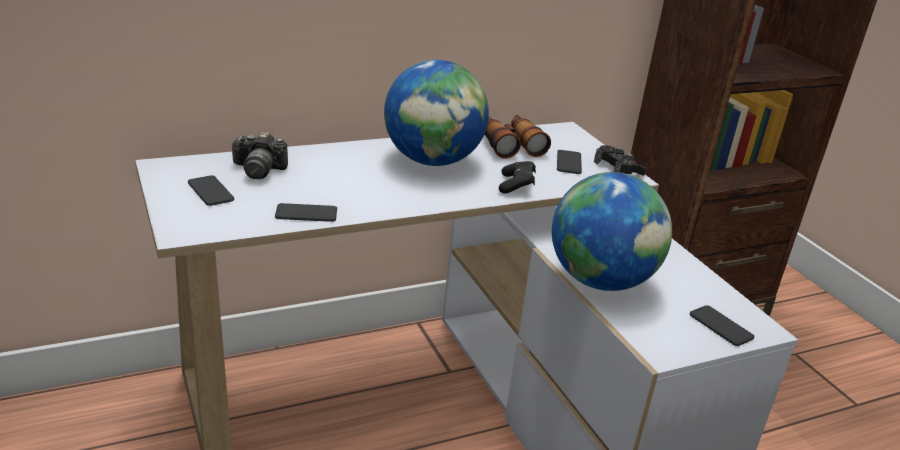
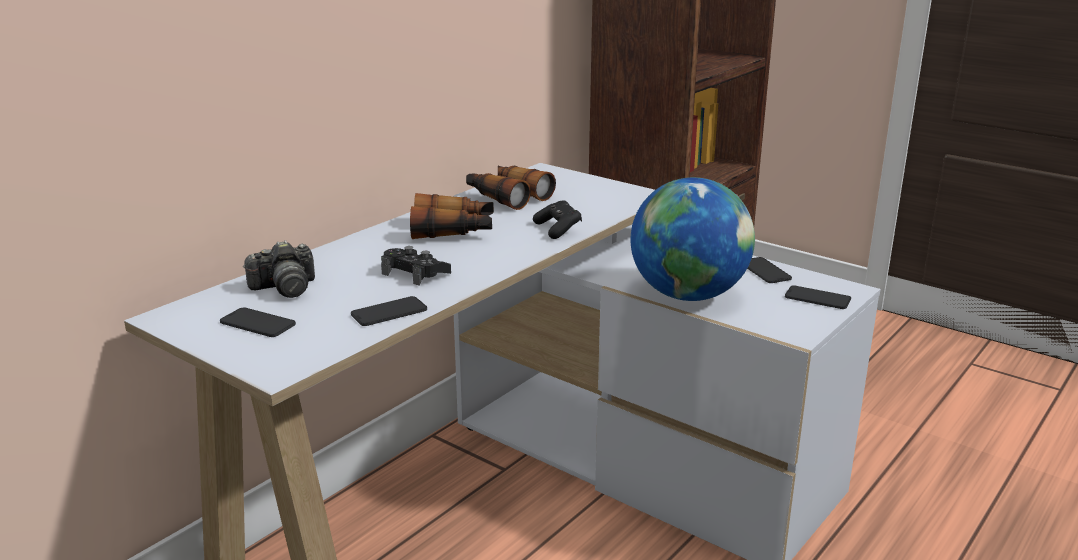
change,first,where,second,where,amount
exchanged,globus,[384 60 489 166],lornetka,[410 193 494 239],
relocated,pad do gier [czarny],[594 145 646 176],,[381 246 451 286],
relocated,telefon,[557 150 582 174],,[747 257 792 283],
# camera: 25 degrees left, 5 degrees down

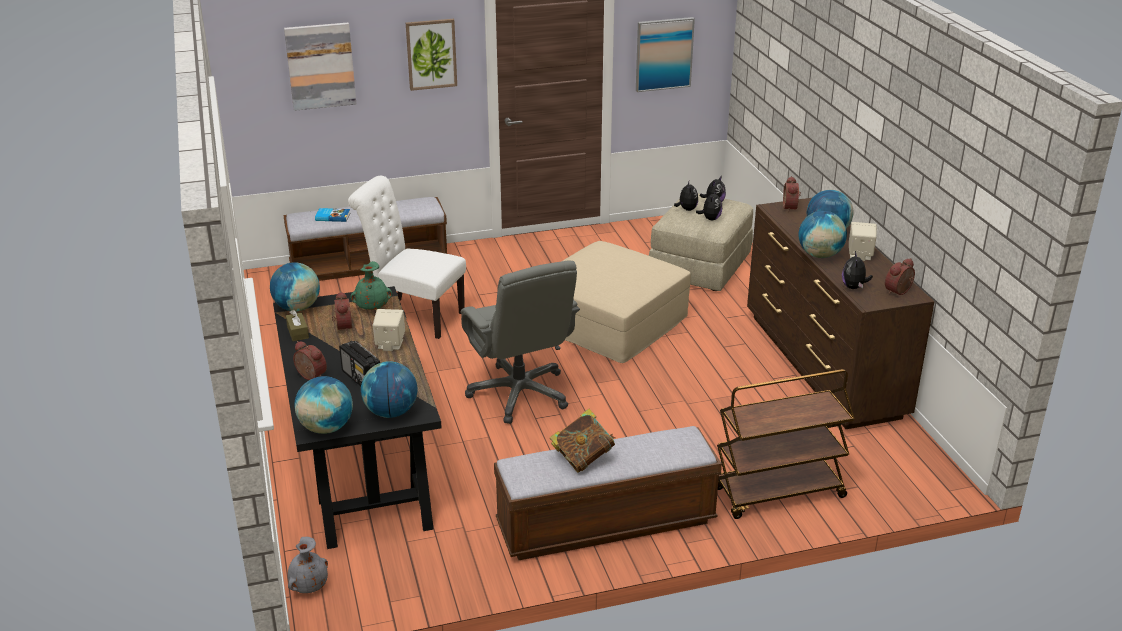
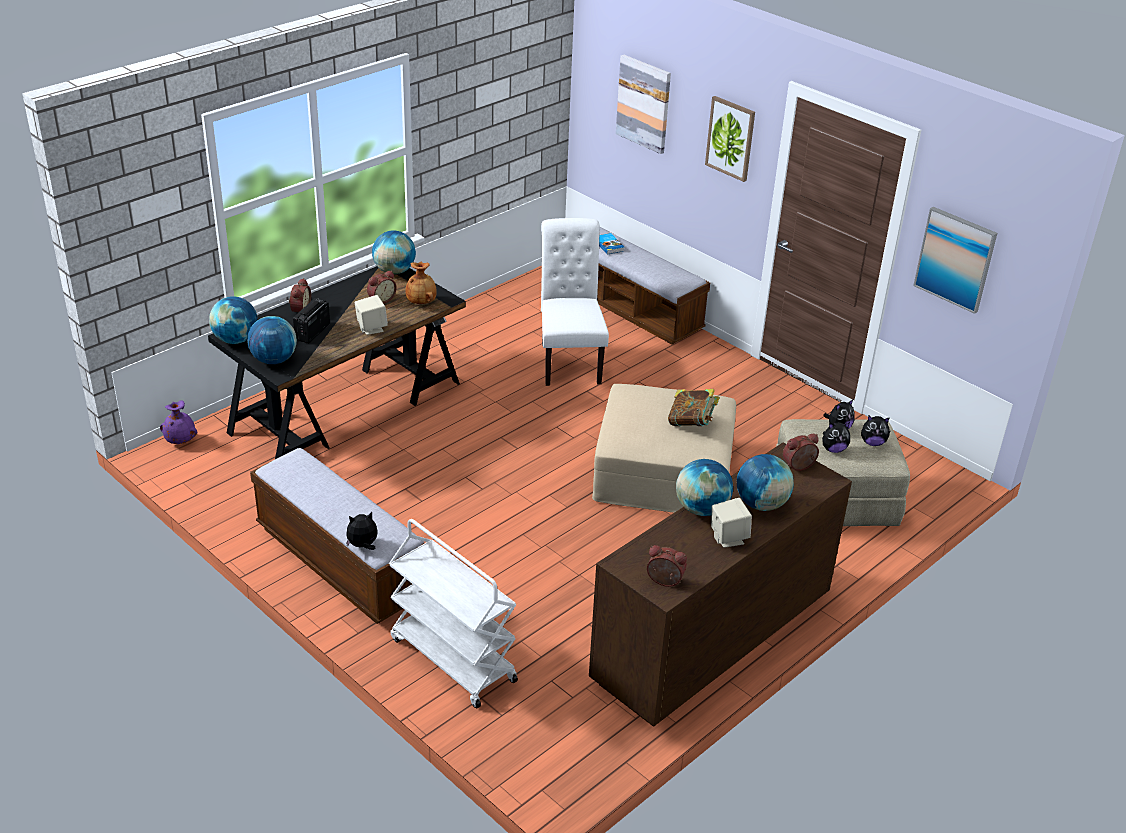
change,first,where,second,where,amount
relocated,pluszak,[842 251 873 289],,[346 512 377 550],
missing,krzesło biurowe [szary],[461 260 580 424],,,
colour,wazon [zielony],[350 261 392 310],wazon [brązowy],[406 262 437 304],
missing,pudełko chusteczek [brązowy],[286 310 309 341],,,
colour,wózek [brązowy],[717 369 855 519],wózek [biały],[389 519 518 709],
relocated,książka,[550 409 616 473],,[668 389 720 426],
colour,wazon [szary],[288 537 328 593],wazon [fioletowy],[160 400 197 444],
# camera: 60 degrees right, 5 degrees up

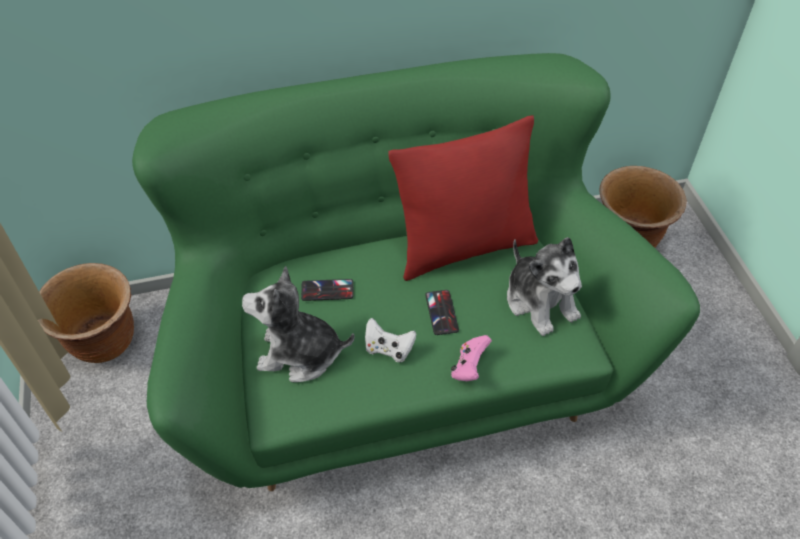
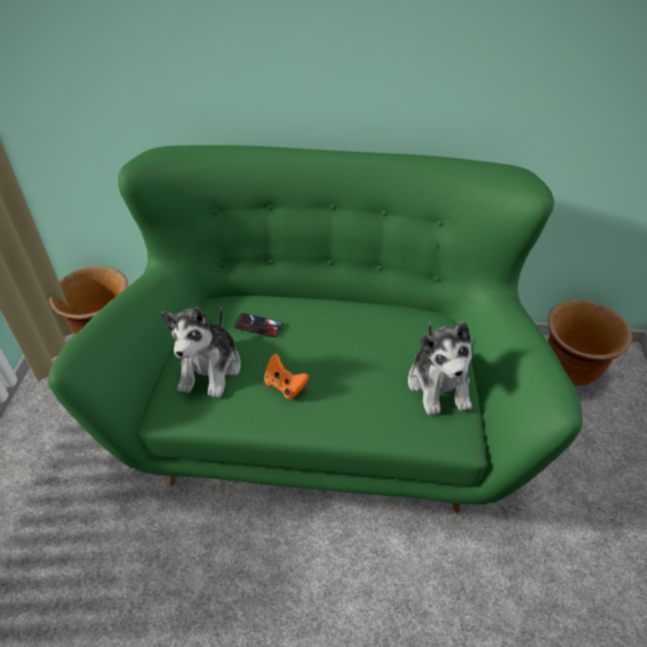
change,first,where,second,where,amount
missing,poduszka [czerwony],[388 115 538 281],,,
spun,pluszak,[242 266 355 382],,[161 307 241 398],105 degrees counterclockwise
missing,telefon,[425 290 459 335],,,
colour,pad do gier [biały],[365 318 416 362],pad do gier [pomarańczowy],[264 353 309 399],
missing,pad do gier [różowy],[451 335 492 381],,,
# camera: 20 degrees right, 5 degrees down

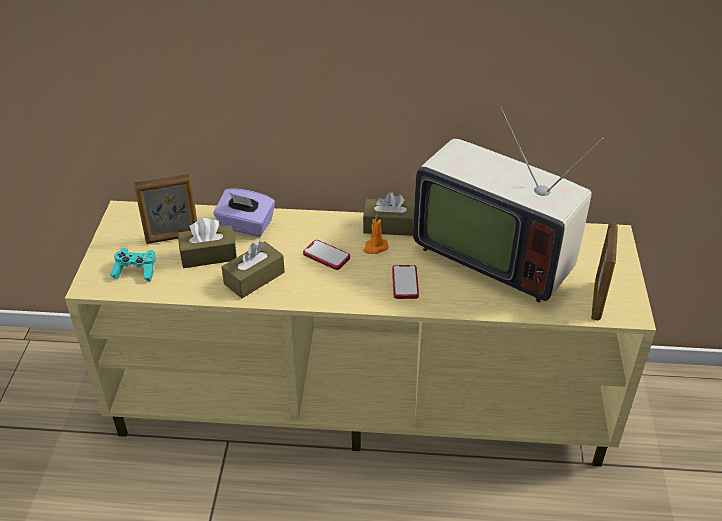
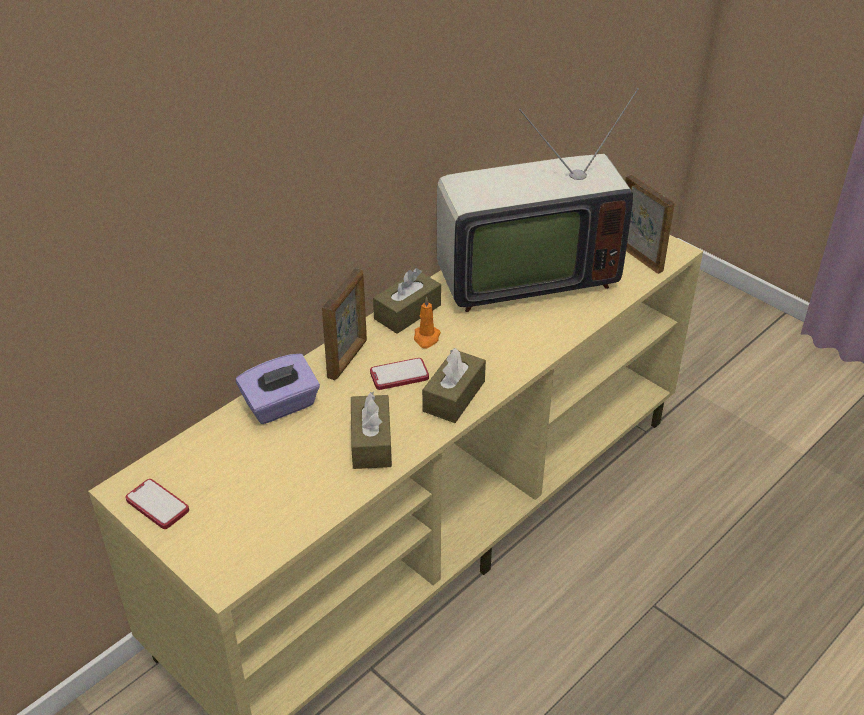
change,first,where,second,where,amount
relocated,ramka na zdjęcie,[134 174 197 244],,[322 268 367 380],
relocated,pudełko chusteczek [brązowy],[178 218 237 268],,[422 348 486 423],
missing,pad do gier [turkusowy],[110 249 156 281],,,
relocated,telefon,[392 265 419 299],,[125 479 189 529],
# camera: 50 degrees left, 0 degrees up

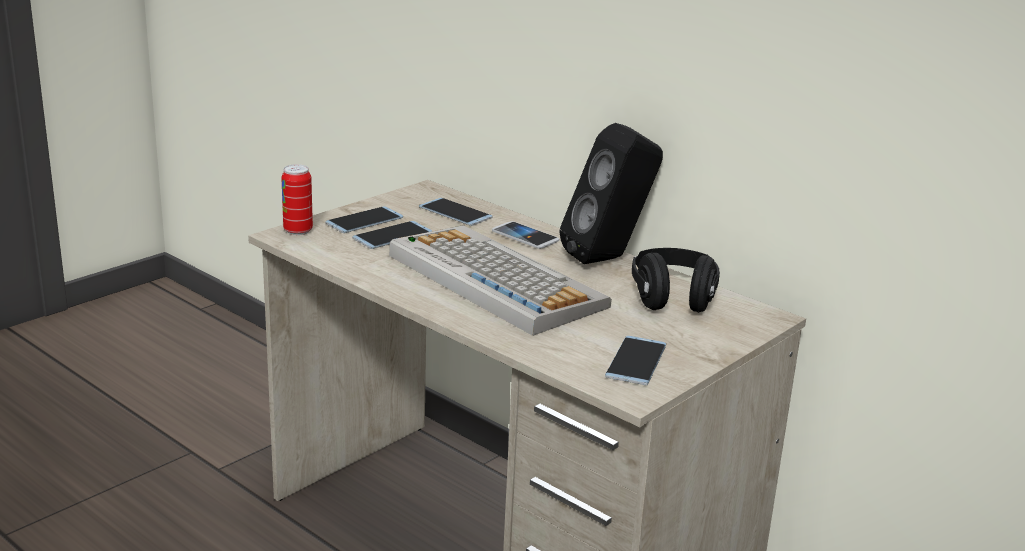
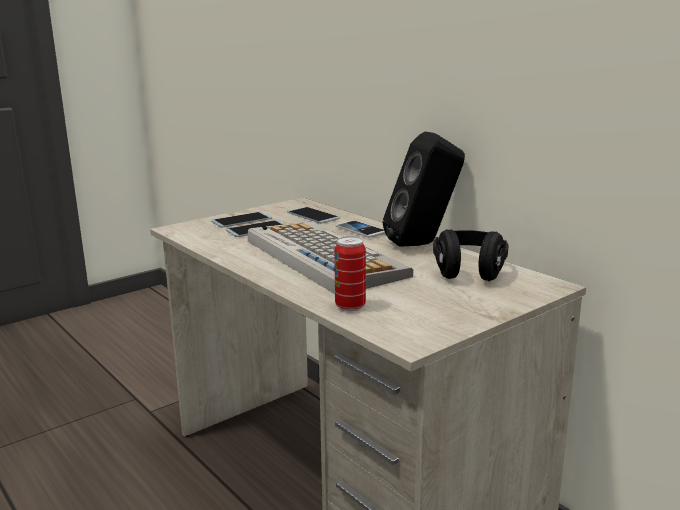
change,first,where,second,where,amount
relocated,puszka,[281 164 313 235],,[334 236 366 311],
missing,telefon,[605 336 666 386],,,
# camera: 10 degrees right, 5 degrees down

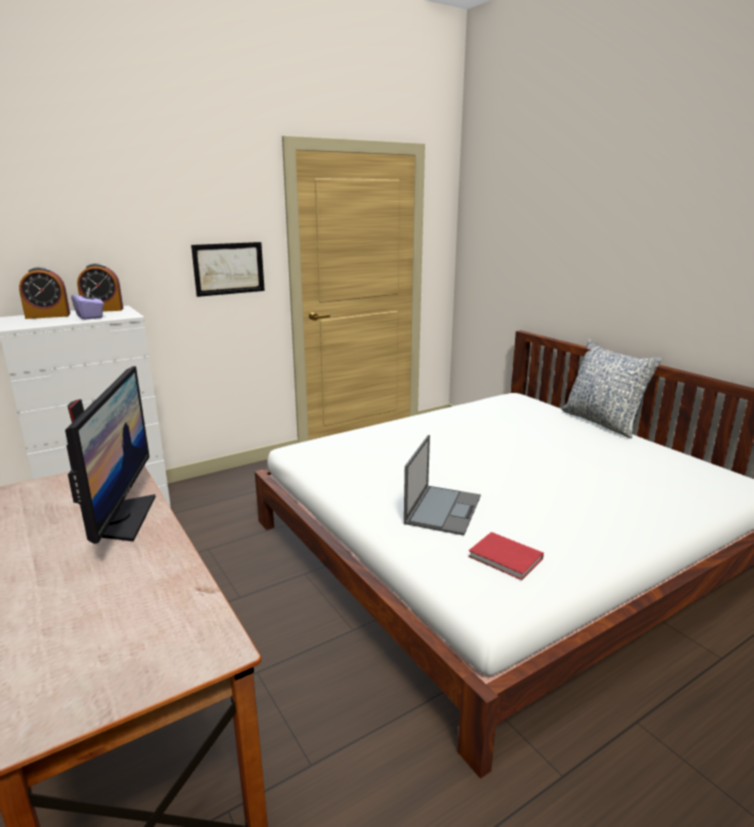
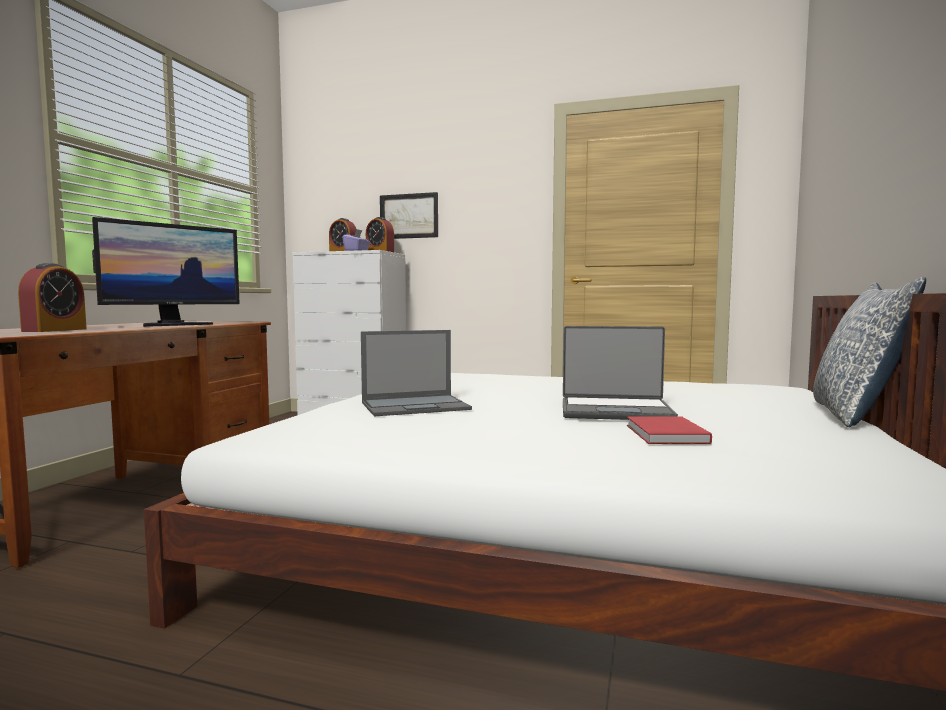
change,first,where,second,where,amount
relocated,obraz,[191 242 265 297],,[380 192 438 239],
relocated,książka [czerwony],[468 532 544 580],,[627 416 712 444],
appeared,,,budzik,[18 263 87 332],
appeared,,,laptop,[563 326 678 420],
# camera: 50 degrees right, 15 degrees down

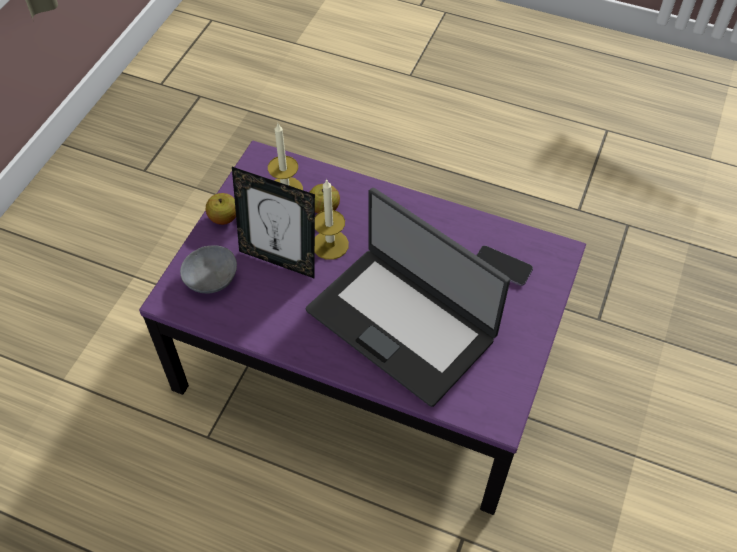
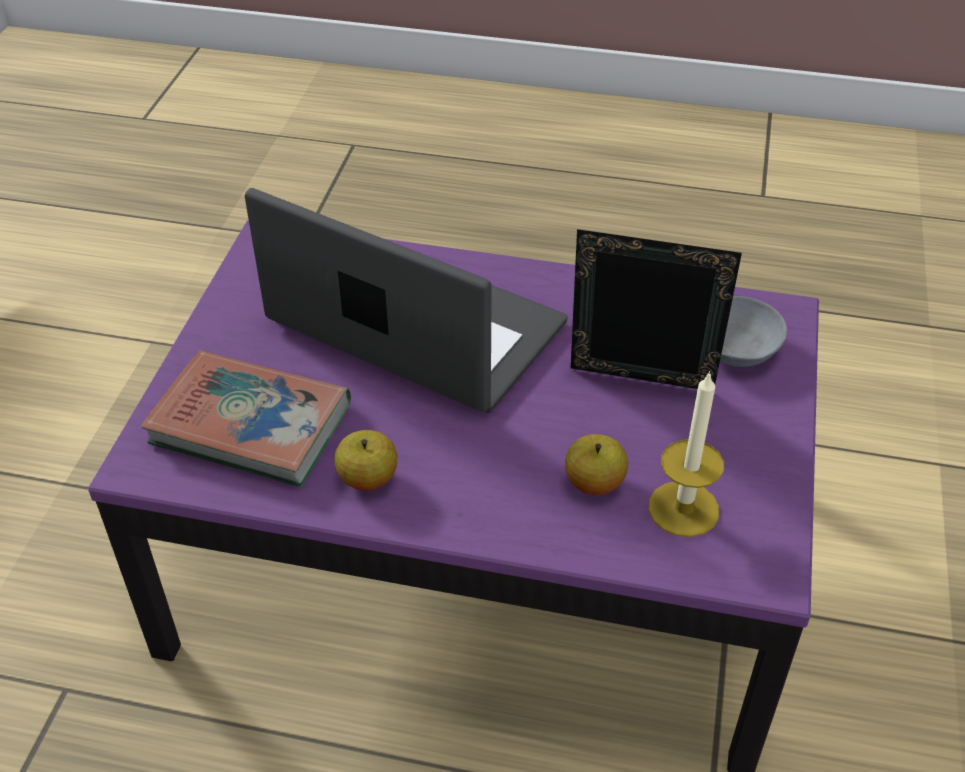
change,first,where,second,where,amount
missing,świeca,[315 178 349 260],,,
relocated,jabłko,[206 193 236 225],,[334 430 397 491],
exchanged,telefon,[476 245 533 286],książka,[141 350 351 487],
# camera: 170 degrees right, 10 degrees down

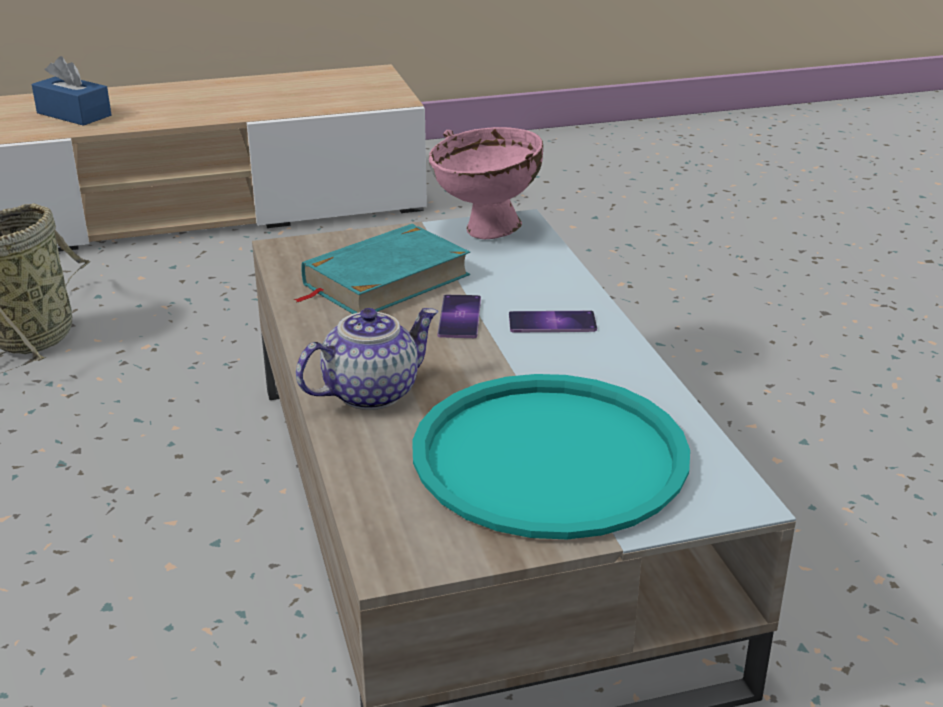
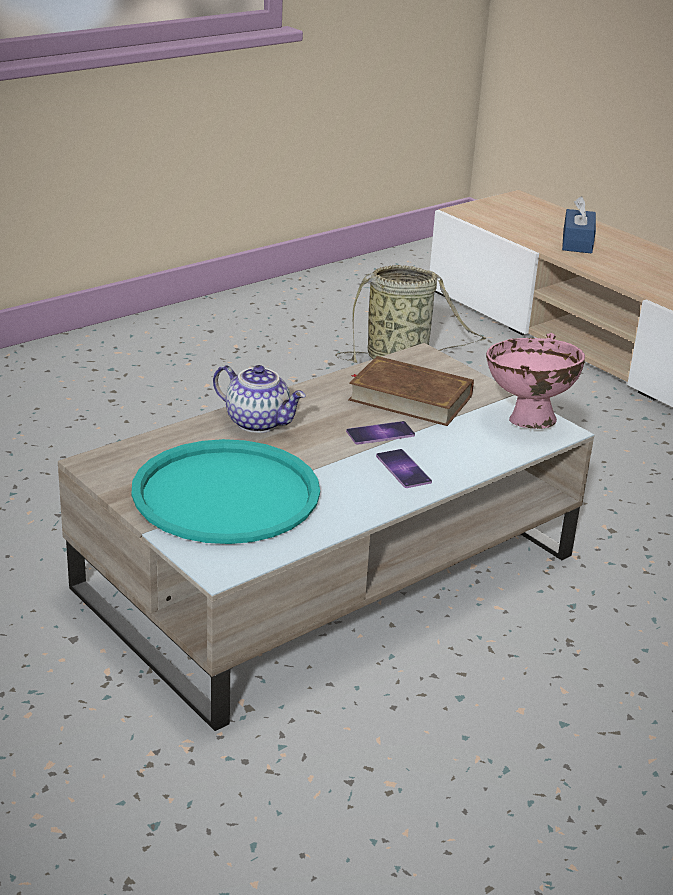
change,first,where,second,where,amount
colour,książka [turkusowy],[293 224 470 314],książka [brązowy],[348 356 474 426],
# camera: 65 degrees right, 0 degrees up

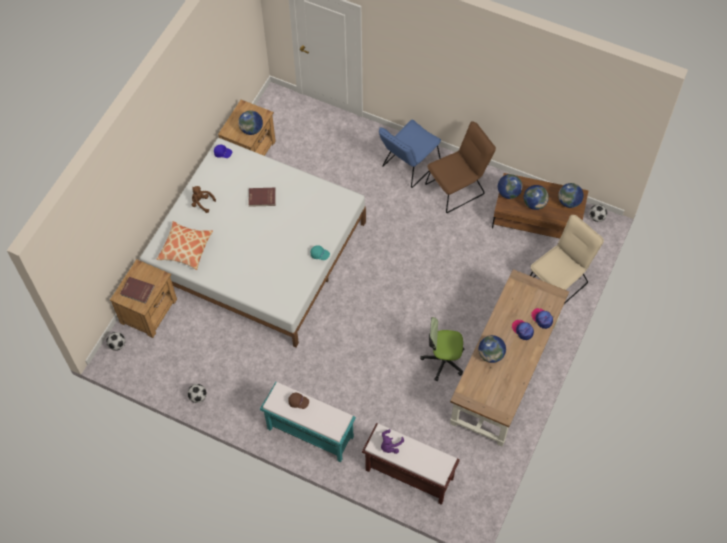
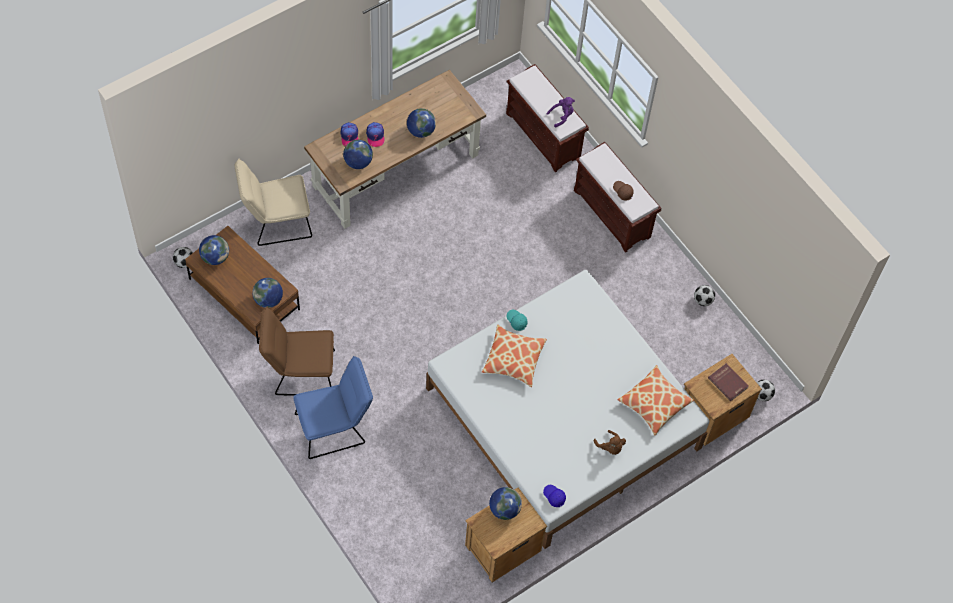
change,first,where,second,where,amount
relocated,globus,[524 185 549 210],,[343 140 373 169],
missing,książka [czerwony],[248 188 276 207],,,
missing,krzesło biurowe,[420 317 464 381],,,
colour,ławka [turkusowy],[260 382 356 462],ławka [brązowy],[574 142 662 252],
appeared,,,poduszka,[482 325 547 387],
# camera: 155 degrees left, 0 degrees up

